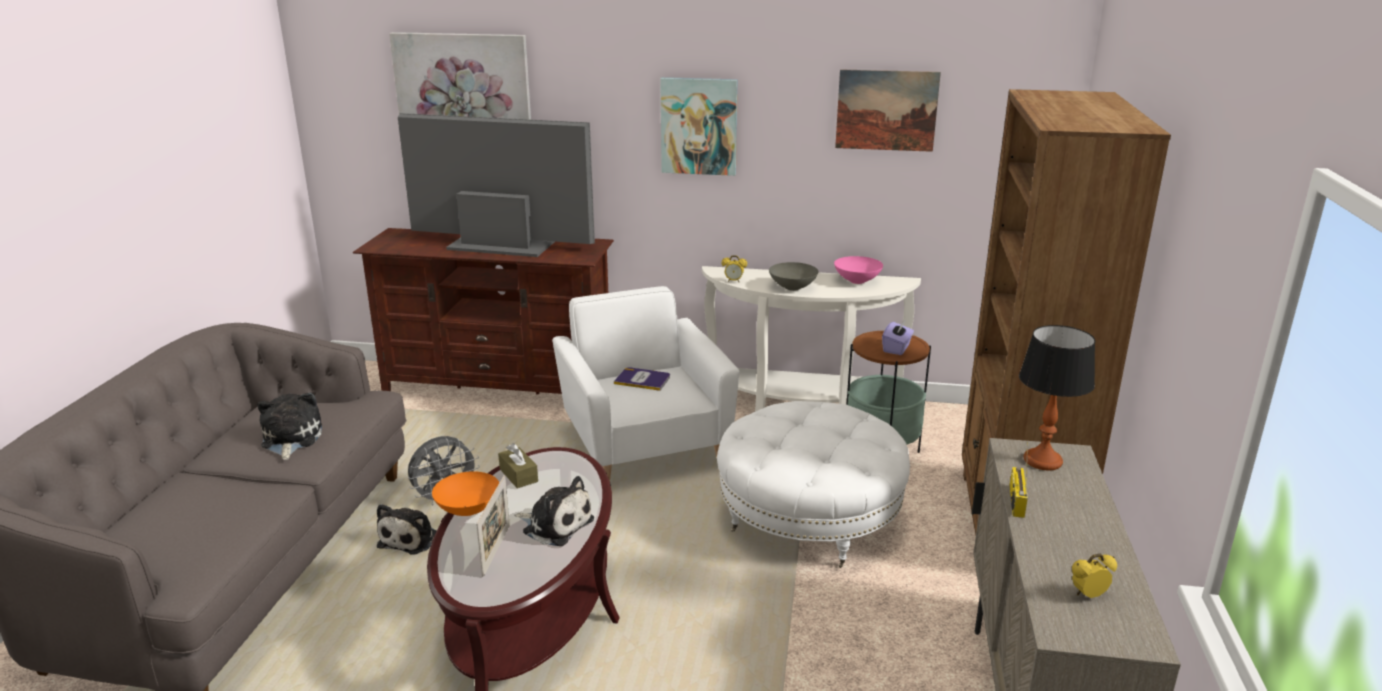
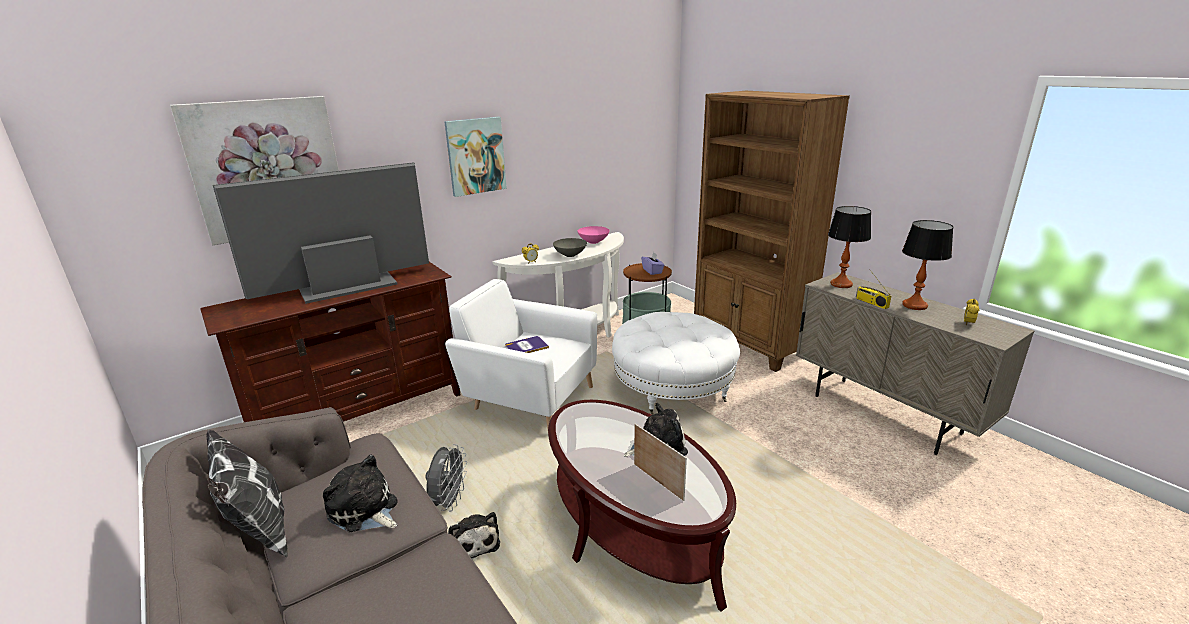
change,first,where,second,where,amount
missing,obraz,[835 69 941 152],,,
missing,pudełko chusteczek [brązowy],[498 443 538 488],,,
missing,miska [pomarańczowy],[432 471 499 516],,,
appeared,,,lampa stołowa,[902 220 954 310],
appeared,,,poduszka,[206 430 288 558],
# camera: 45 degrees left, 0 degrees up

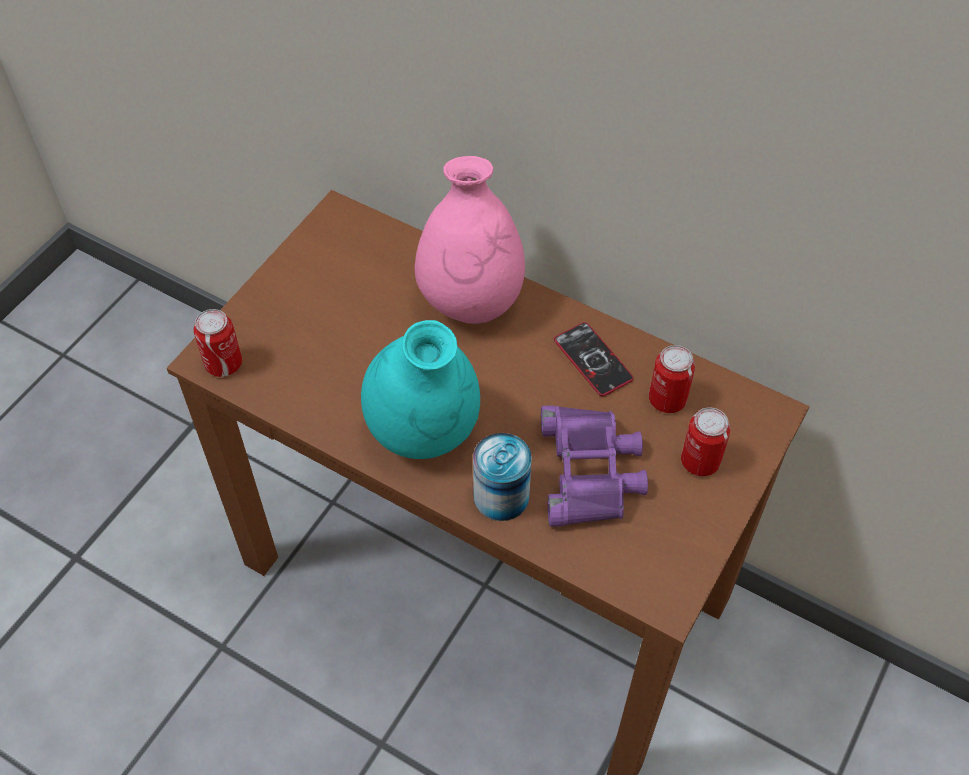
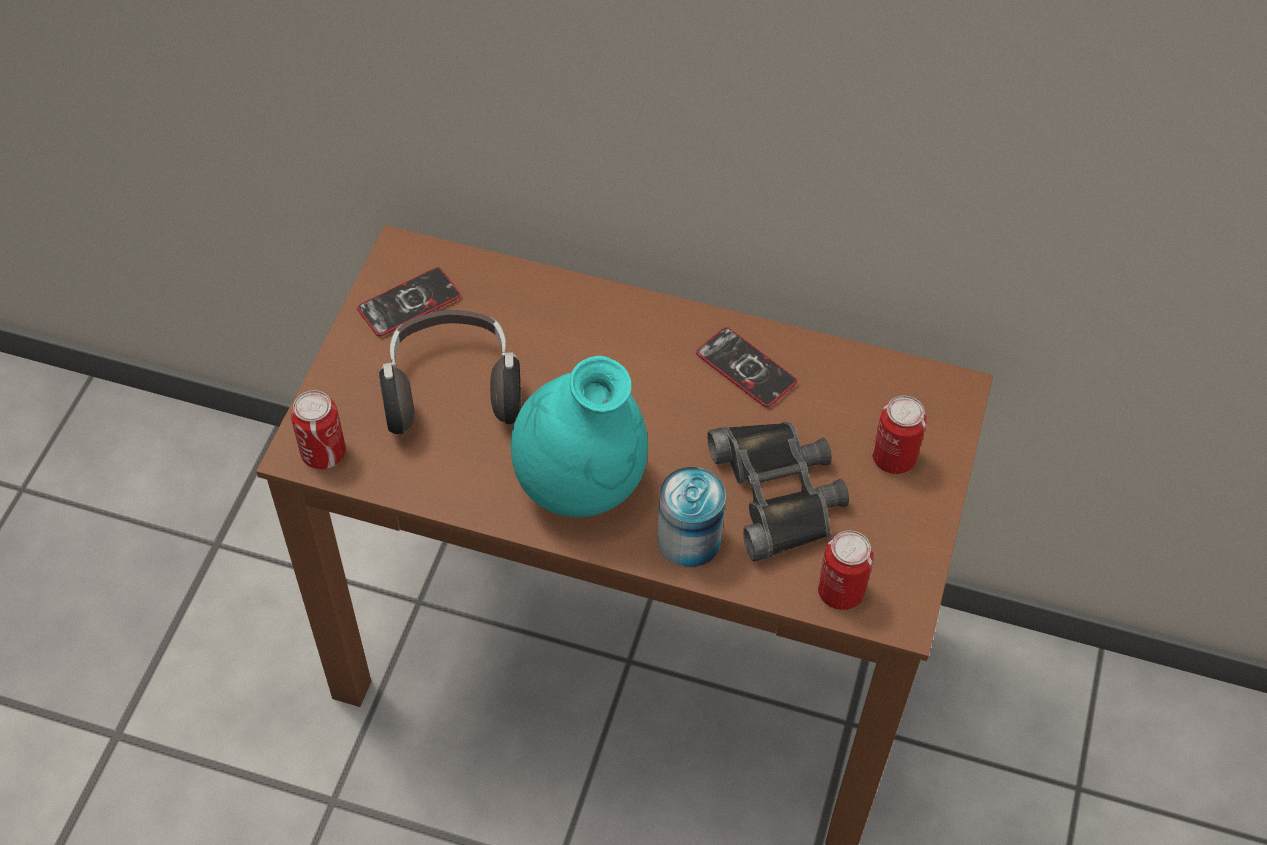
change,first,where,second,where,amount
missing,wazon [różowy],[415 156 525 324],,,
relocated,puszka,[649 345 695 413],,[818 530 874 610],
colour,lornetka [fioletowy],[541 405 648 527],lornetka [czarny],[707 421 849 562],
appeared,,,telefon,[357 267 461 336],
appeared,,,słuchawki,[379 310 521 434],
# camera: 15 degrees left, 0 degrees up

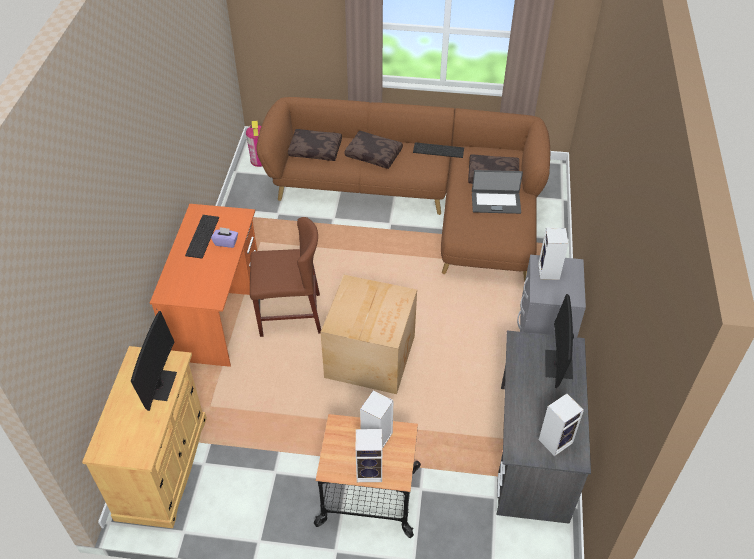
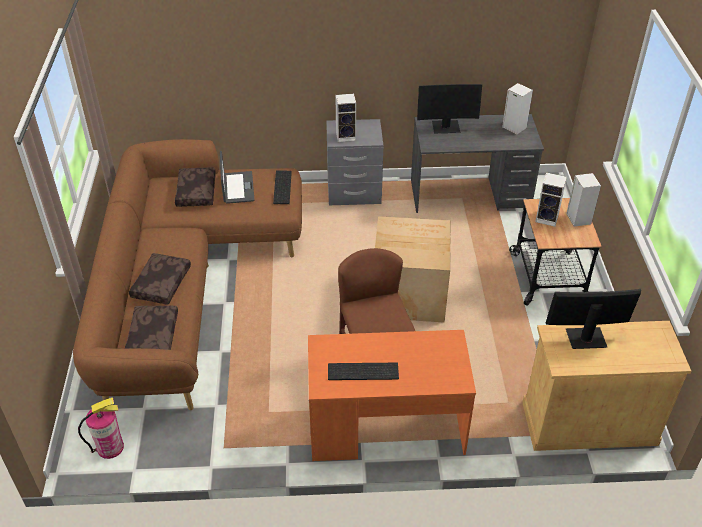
change,first,where,second,where,amount
relocated,klawiatura,[413 142 464 158],,[273 170 292 204],
missing,pudełko chusteczek [fioletowy],[211 227 238 248],,,
# camera: 100 degrees left, 5 degrees down

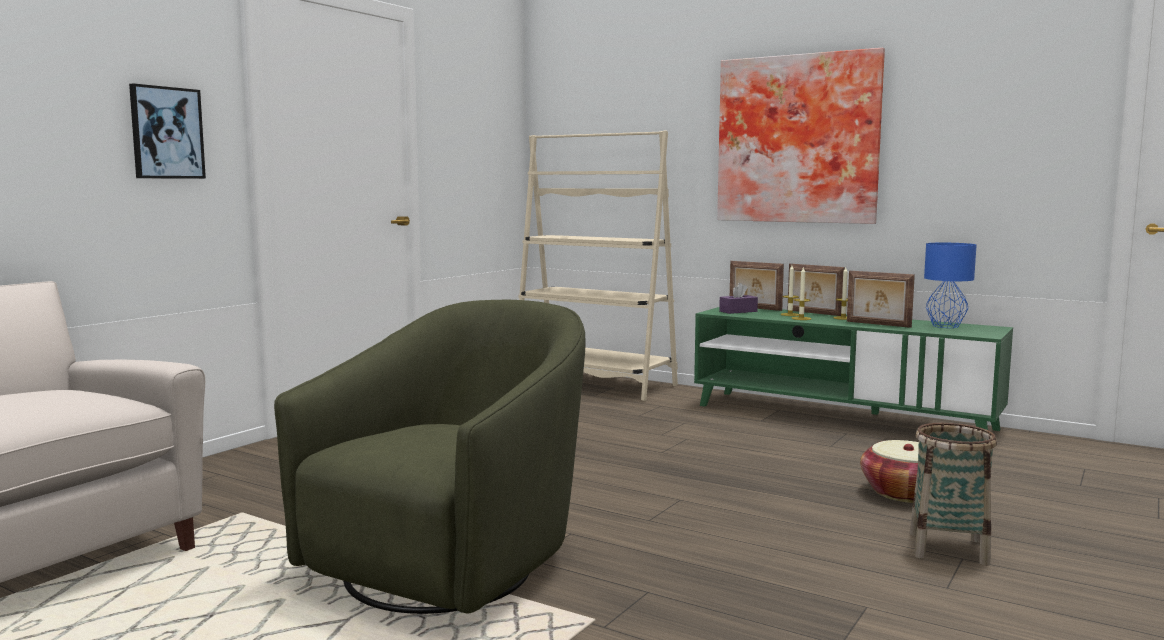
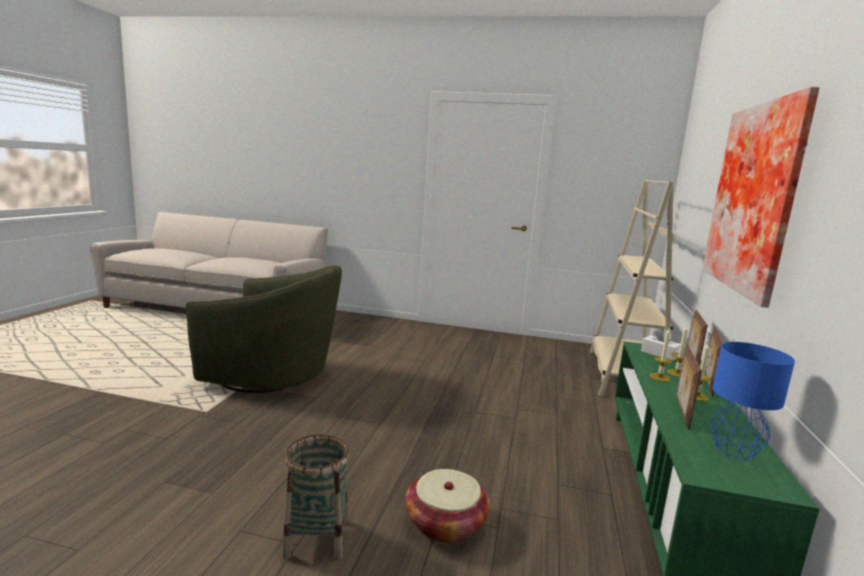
change,first,where,second,where,amount
missing,obraz,[129 83 206 179],,,
colour,pudełko chusteczek [fioletowy],[719 283 758 314],pudełko chusteczek [biały],[641 329 680 361],
# camera: 70 degrees right, 5 degrees up

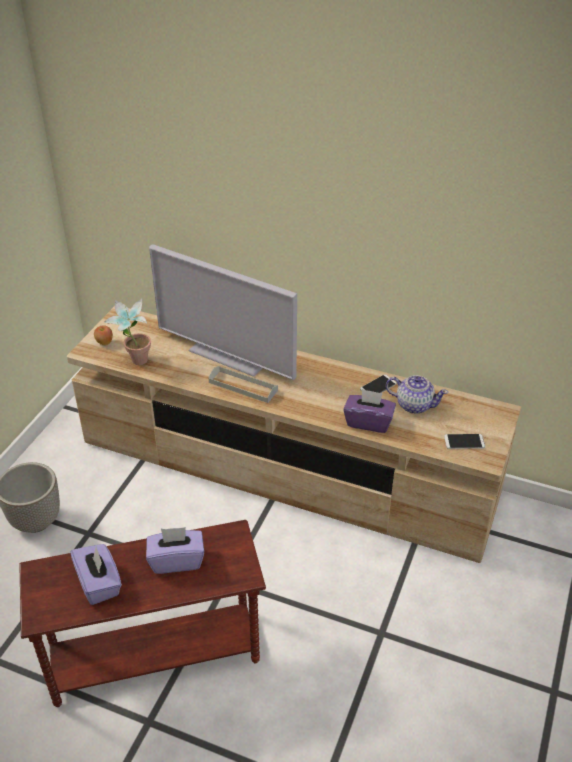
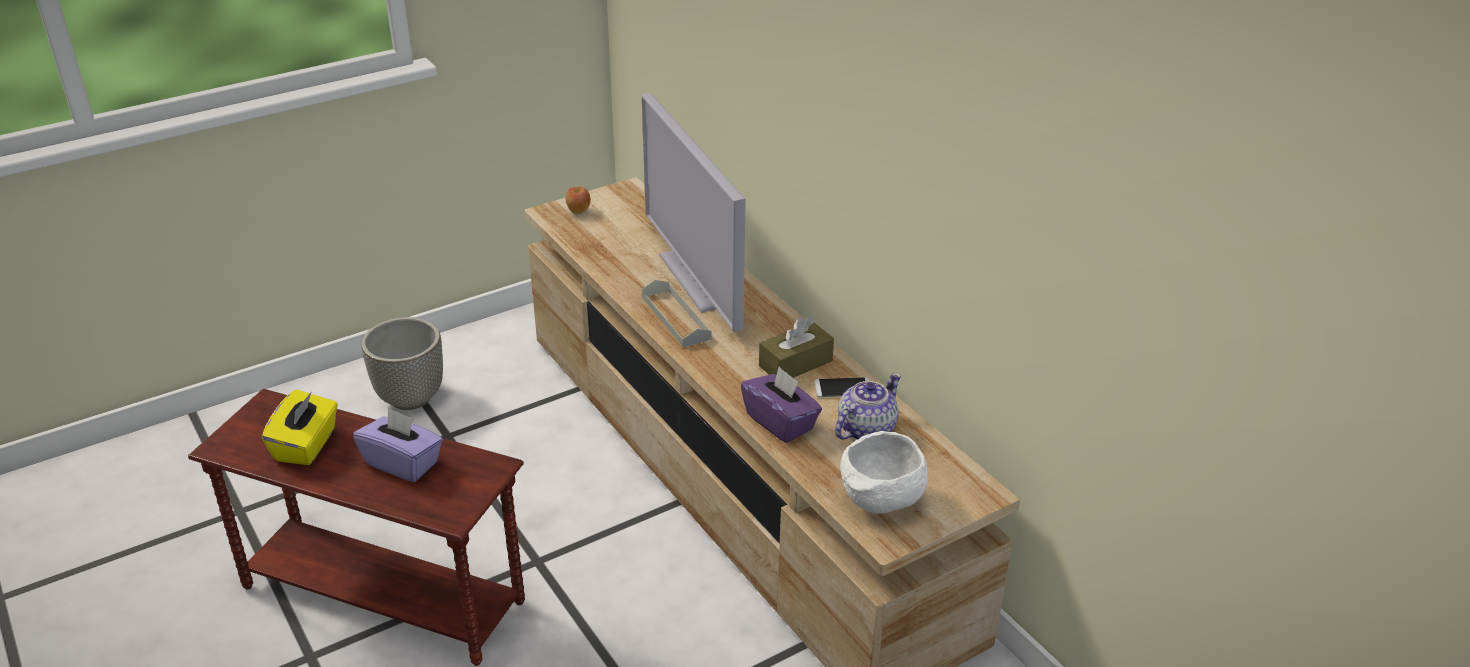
change,first,where,second,where,amount
missing,roślina doniczkowa,[104 298 151 365],,,
spun,imbryk,[386 375 448 414],,[835 373 901 440],105 degrees counterclockwise
exchanged,telefon,[444 434 485 449],miska [biały],[840 431 928 514],
colour,pudełko chusteczek [fioletowy],[70 544 122 605],pudełko chusteczek [żółty],[262 389 338 465],
appeared,,,pudełko chusteczek [brązowy],[759 317 834 378],
# camera: 35 degrees right, 5 degrees down

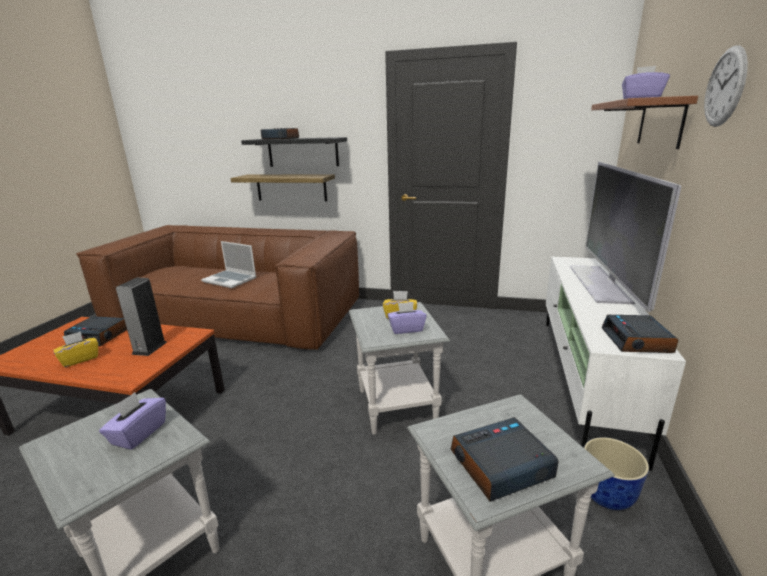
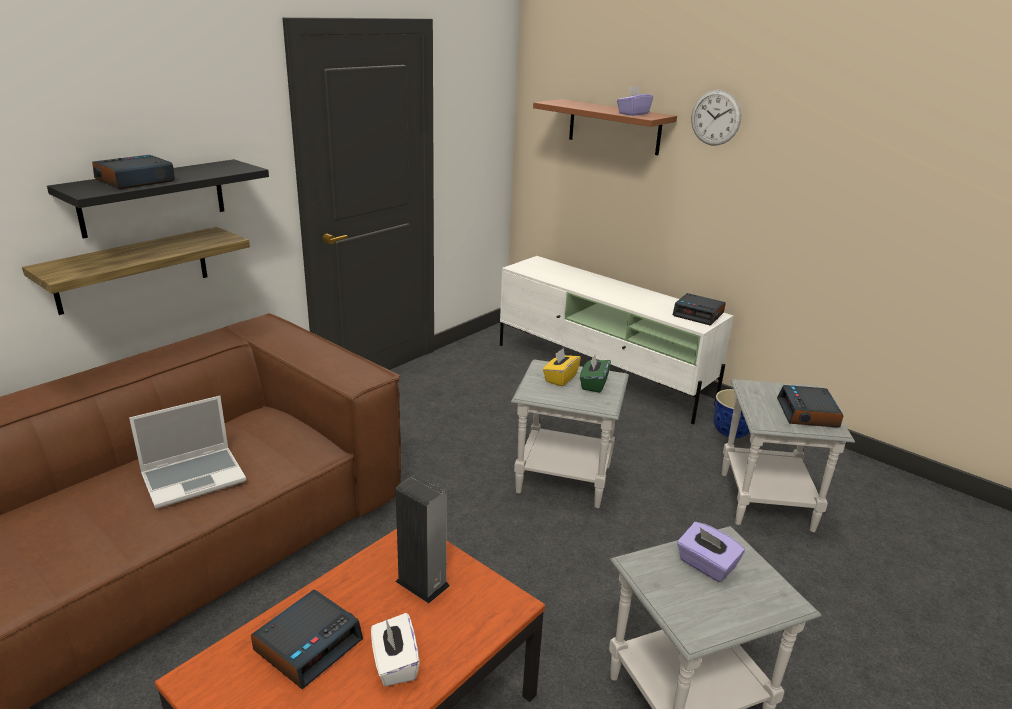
change,first,where,second,where,amount
missing,telewizor,[570 162 681 312],,,
colour,pudełko chusteczek [fioletowy],[387 302 427 334],pudełko chusteczek [zielony],[580 354 611 393],
colour,pudełko chusteczek [żółty],[53 331 98 367],pudełko chusteczek [biały],[371 613 419 686],
# camera: 65 degrees left, 5 degrees up

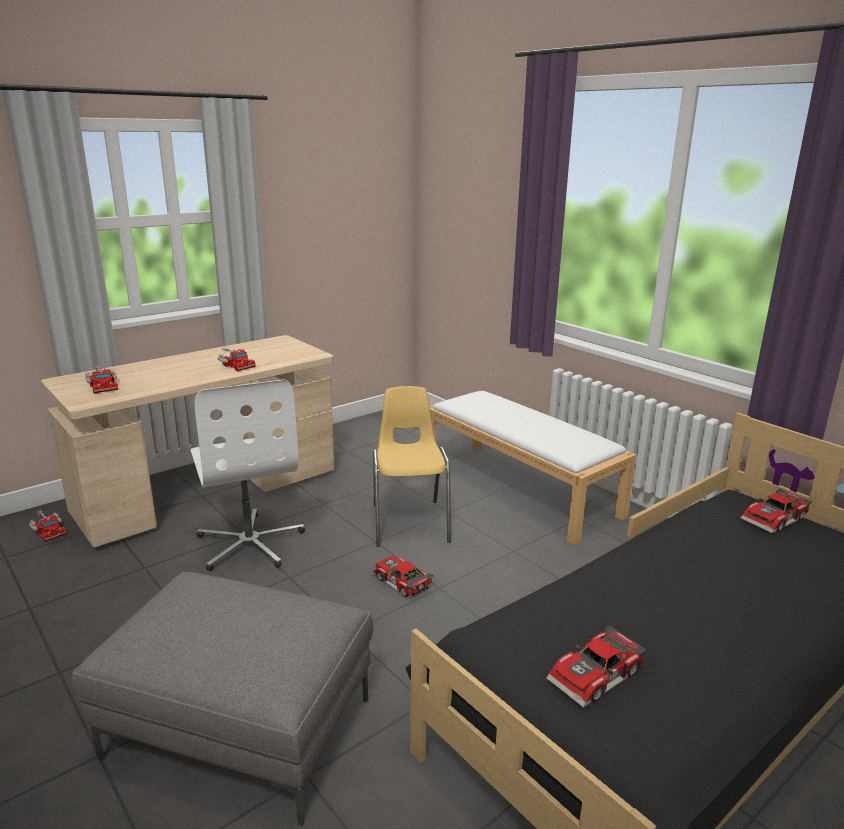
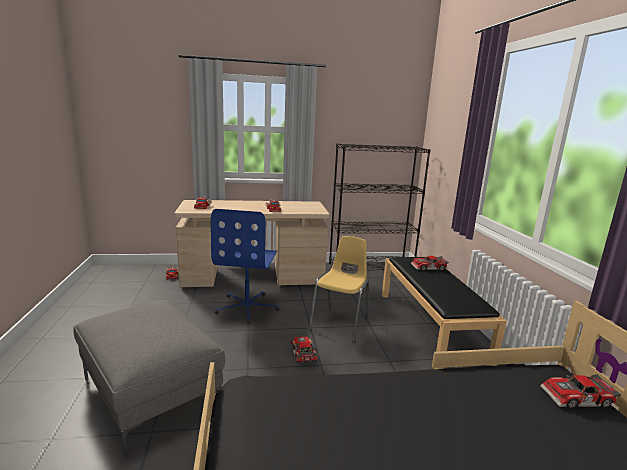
change,first,where,second,where,amount
colour,krzesło biurowe [biały],[190 379 305 571],krzesło biurowe [niebieski],[211 209 279 323],
colour,ławka [biały],[430 391 637 545],ławka [czarny],[382 257 507 369],
relocated,samochodzik,[546 624 647 708],,[411 256 449 271],
appeared,,,regał [czarny],[329 144 430 271],
# camera: 30 degrees right, 5 degrees down

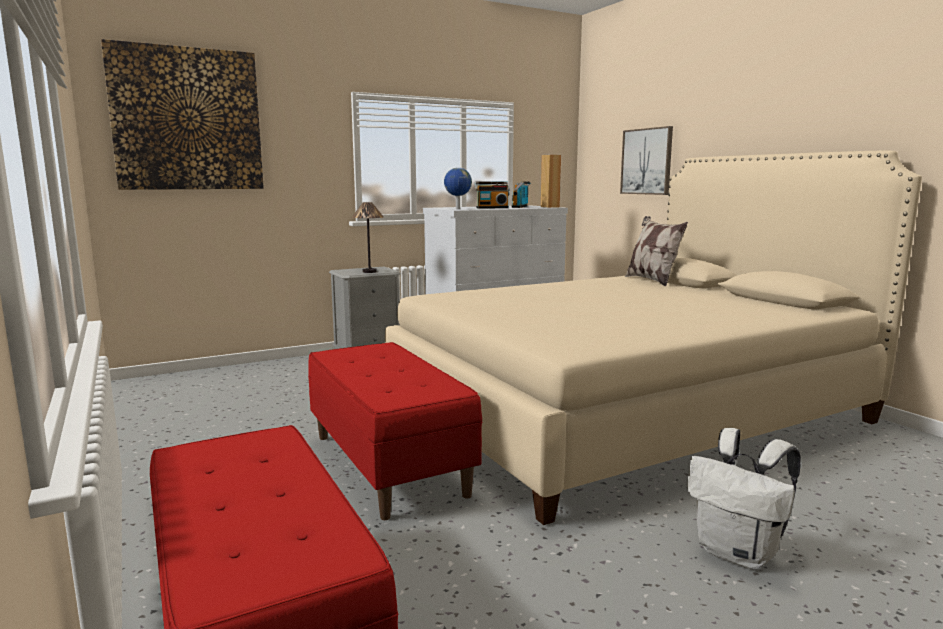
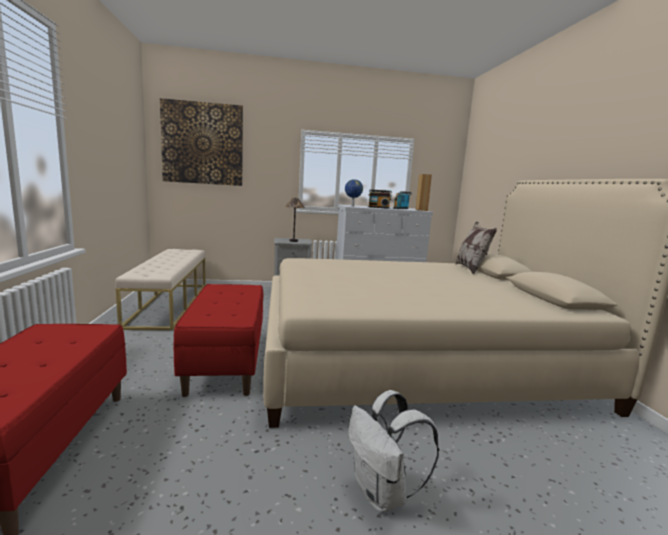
change,first,where,second,where,amount
missing,obraz,[620 126 673 195],,,
appeared,,,ławka [beżowy],[115 249 206 330],
# camera: 20 degrees right, 0 degrees up

